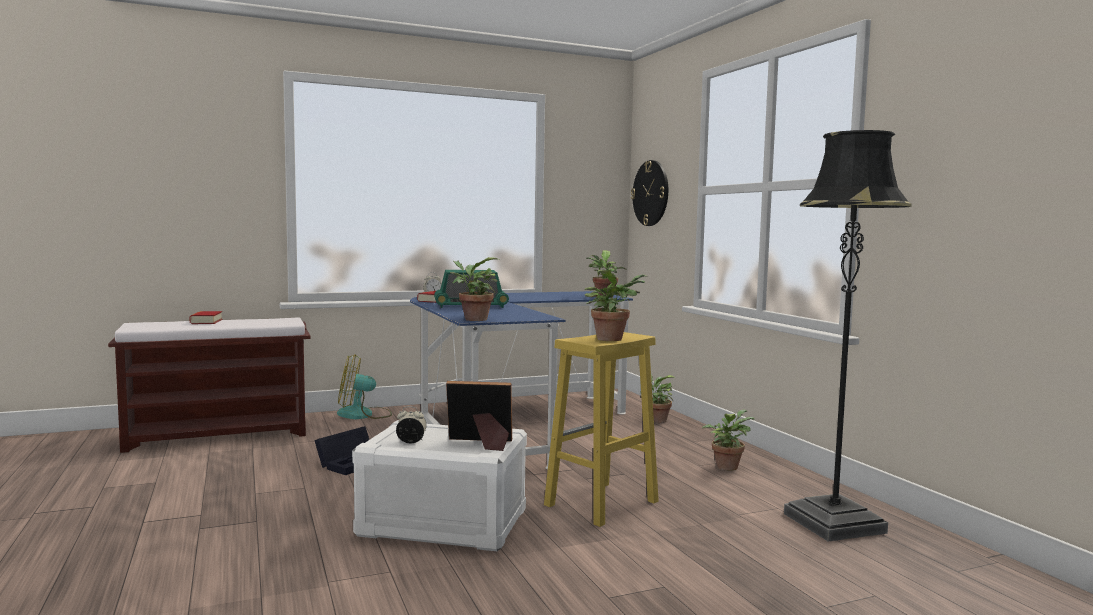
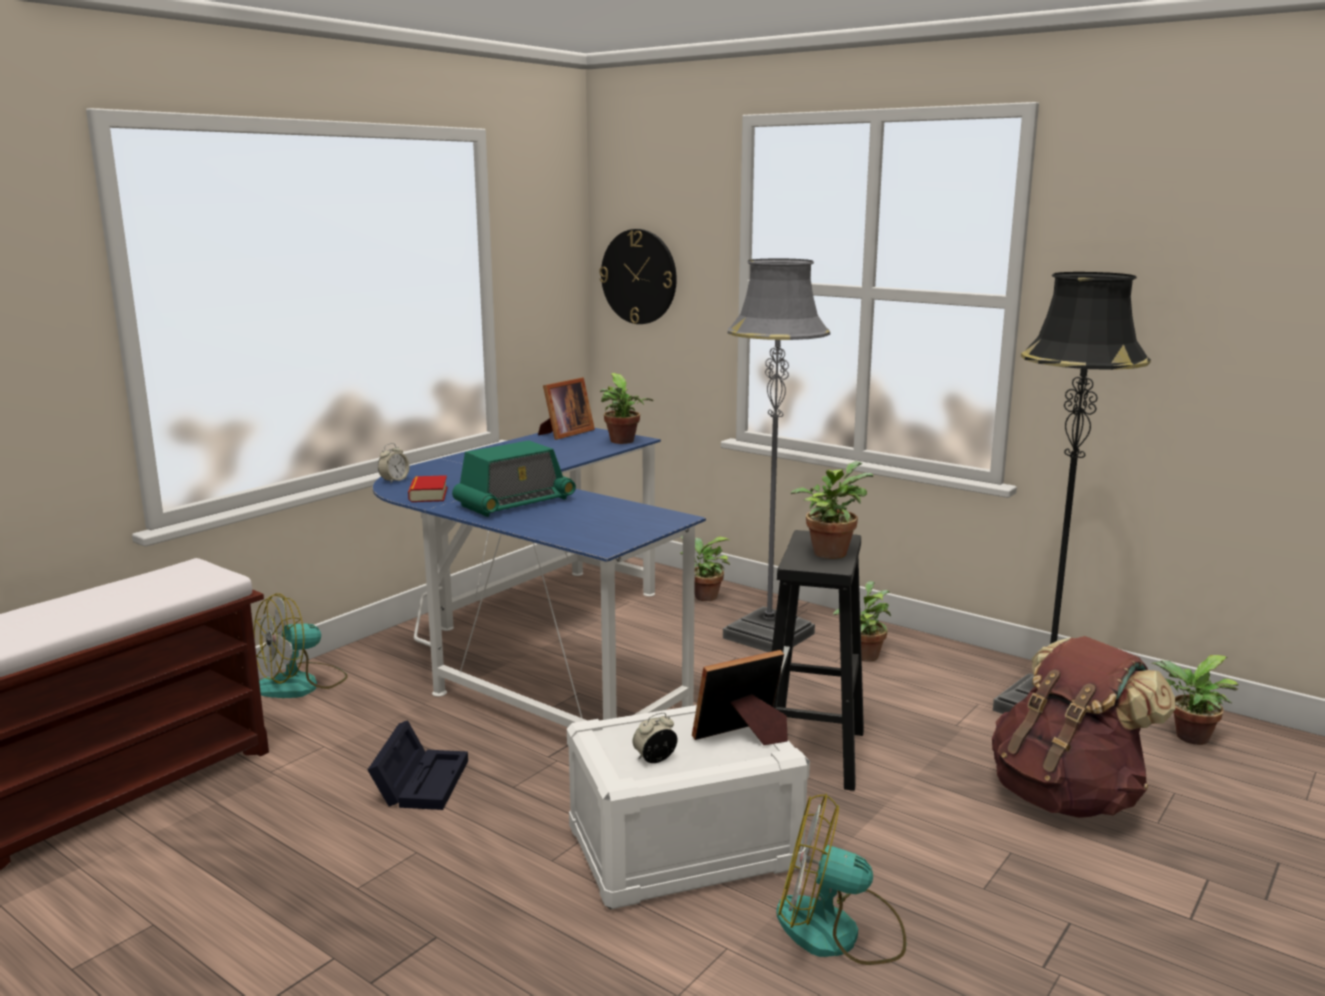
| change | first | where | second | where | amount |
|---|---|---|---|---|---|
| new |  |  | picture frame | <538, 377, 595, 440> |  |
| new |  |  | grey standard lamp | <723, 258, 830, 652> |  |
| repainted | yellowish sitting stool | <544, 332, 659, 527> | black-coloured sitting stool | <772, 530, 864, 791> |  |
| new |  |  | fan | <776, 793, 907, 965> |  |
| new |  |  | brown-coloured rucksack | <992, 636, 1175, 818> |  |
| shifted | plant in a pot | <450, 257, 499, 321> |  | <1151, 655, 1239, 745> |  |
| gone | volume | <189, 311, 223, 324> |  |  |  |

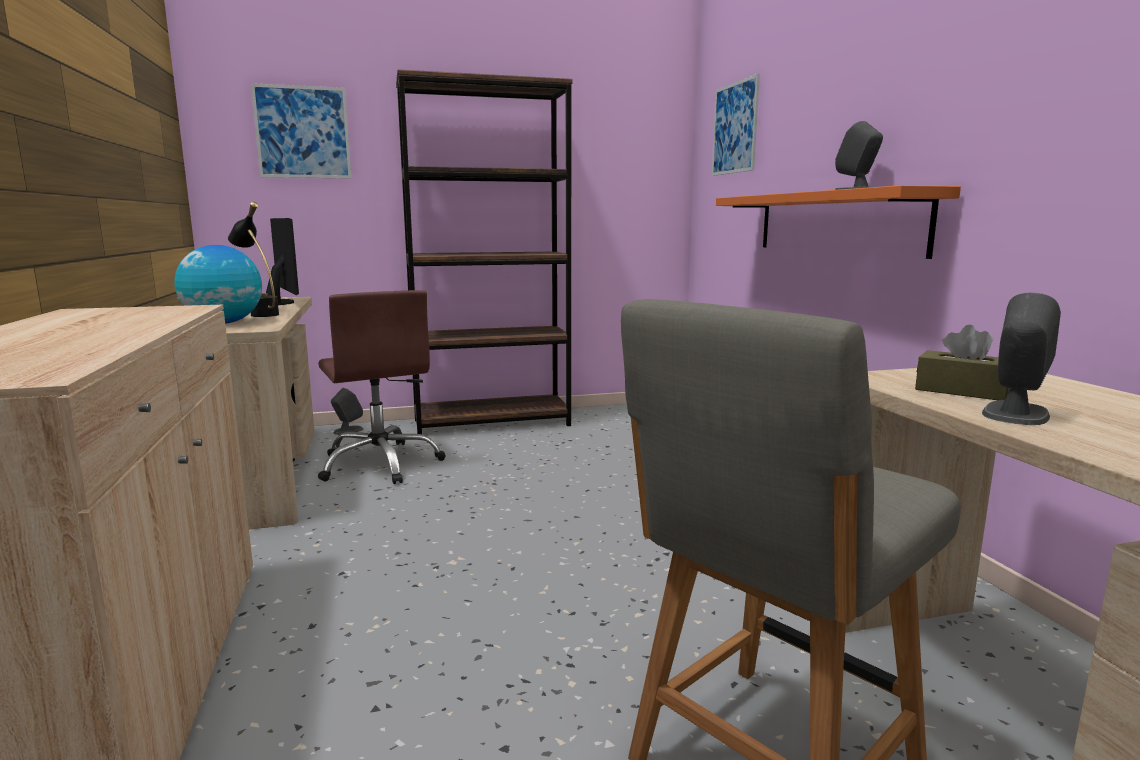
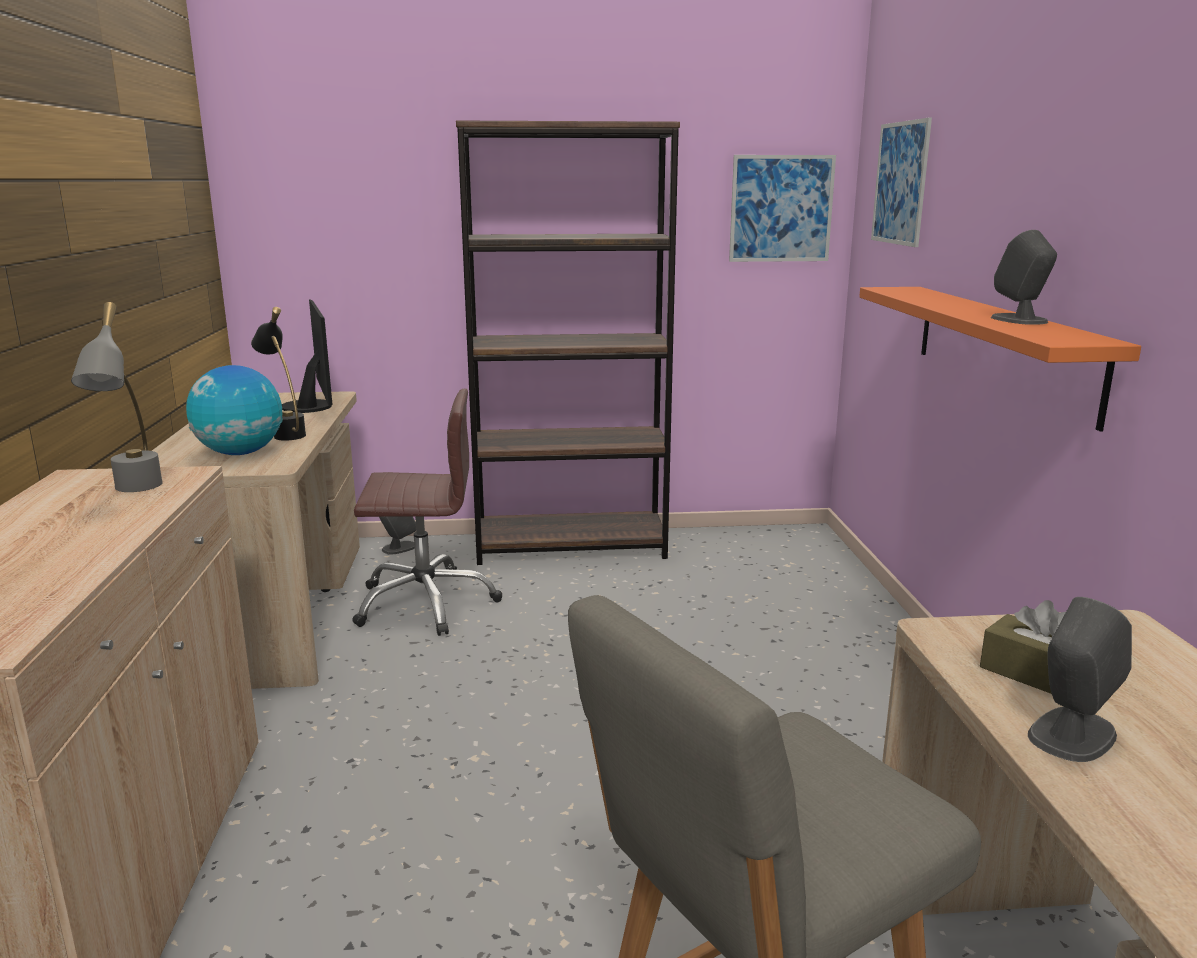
| change | first | where | second | where | amount |
|---|---|---|---|---|---|
| new |  |  | grey lamp for a table | <71, 302, 163, 492> |  |
| rotated | brown-coloured computer chair | <318, 290, 445, 484> |  | <352, 389, 502, 636> | 75 degrees counterclockwise |
| shifted | picture | <251, 83, 352, 179> |  | <729, 155, 836, 262> |  |

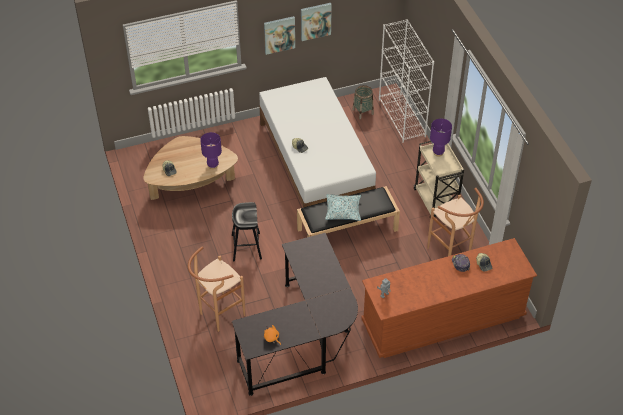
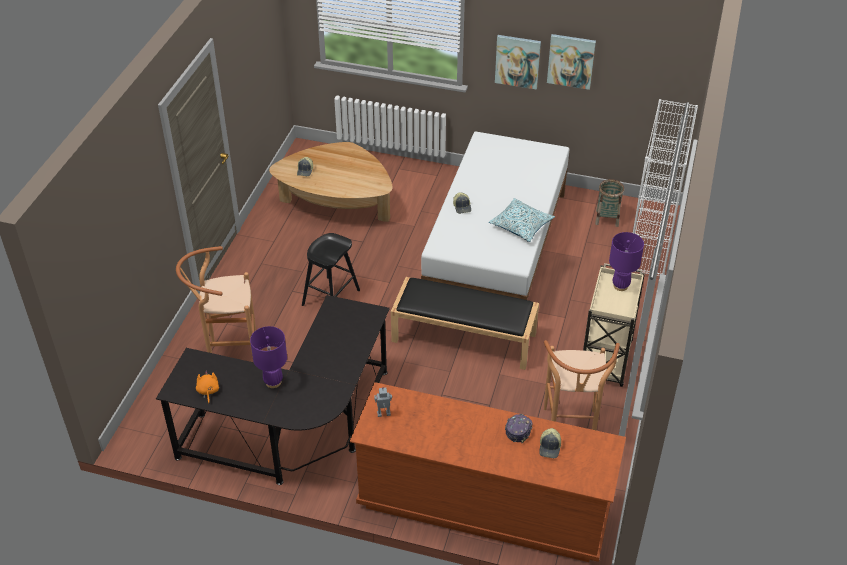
| change | first | where | second | where | amount |
|---|---|---|---|---|---|
| shifted | purplish lamp for a table | <200, 132, 222, 169> |  | <250, 326, 287, 388> |  |
| shifted | pillow | <325, 194, 361, 221> |  | <489, 198, 555, 242> |  |

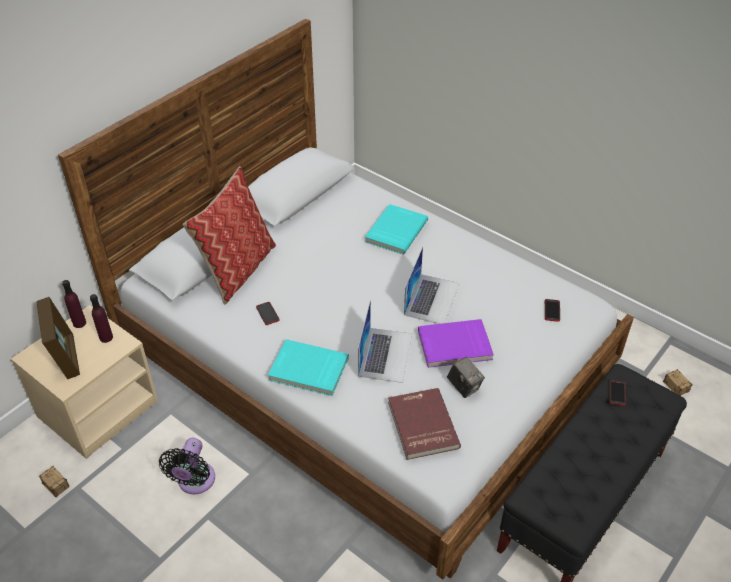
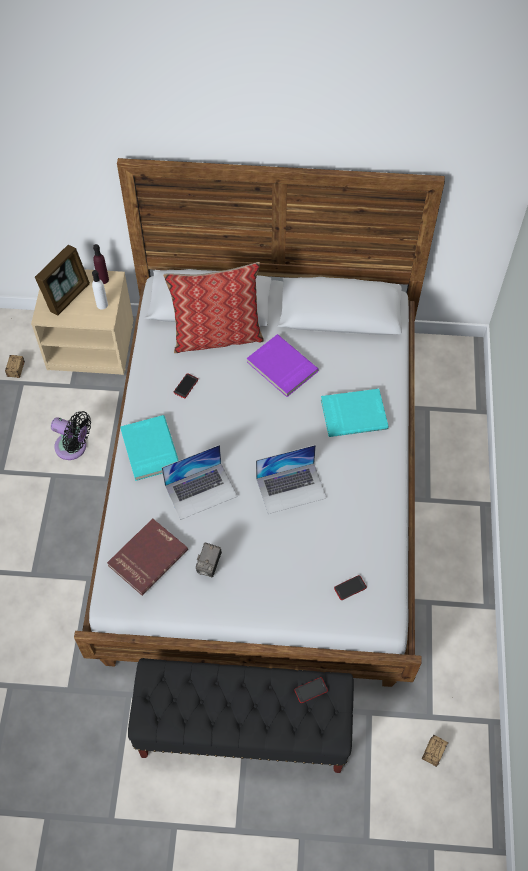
| change | first | where | second | where | amount |
|---|---|---|---|---|---|
| rotated | black-coloured fan | <159, 438, 215, 494> |  | <51, 411, 91, 460> | 135 degrees counterclockwise |
| repainted | purplish bottle | <90, 294, 113, 343> | whitish bottle | <92, 270, 108, 309> |  |
| shifted | purplish volume | <418, 319, 494, 368> |  | <247, 334, 319, 397> |  |

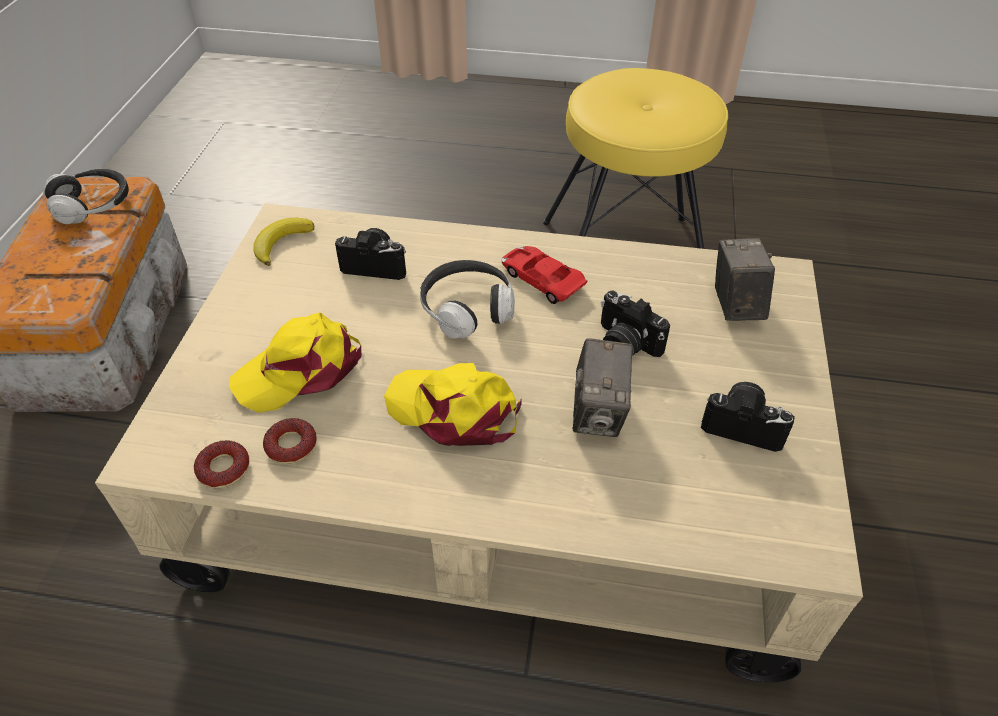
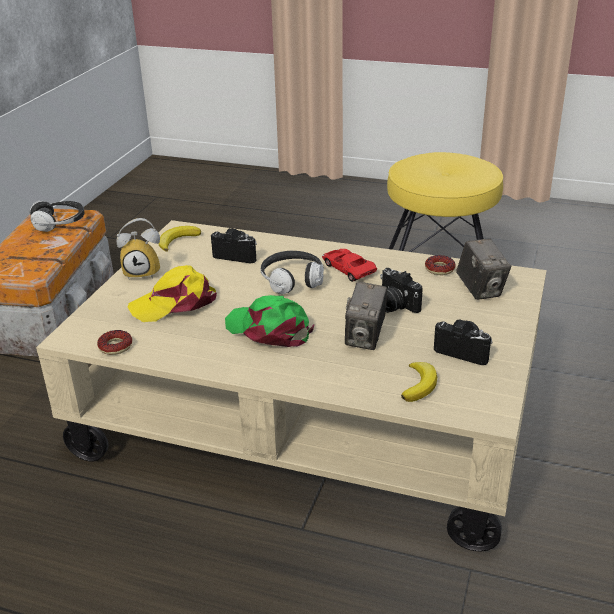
| change | first | where | second | where | amount |
|---|---|---|---|---|---|
| new |  |  | alarm clock | <116, 218, 160, 279> |  |
| repainted | yellowish peaked cap | <384, 363, 522, 446> | green peaked cap | <225, 295, 314, 347> |  |
| new |  |  | banana fruit | <401, 362, 437, 402> |  |
| shifted | donut | <263, 418, 317, 464> |  | <425, 255, 455, 275> |  |
| rotated | still camera | <715, 238, 775, 321> |  | <456, 238, 511, 300> | 150 degrees clockwise |

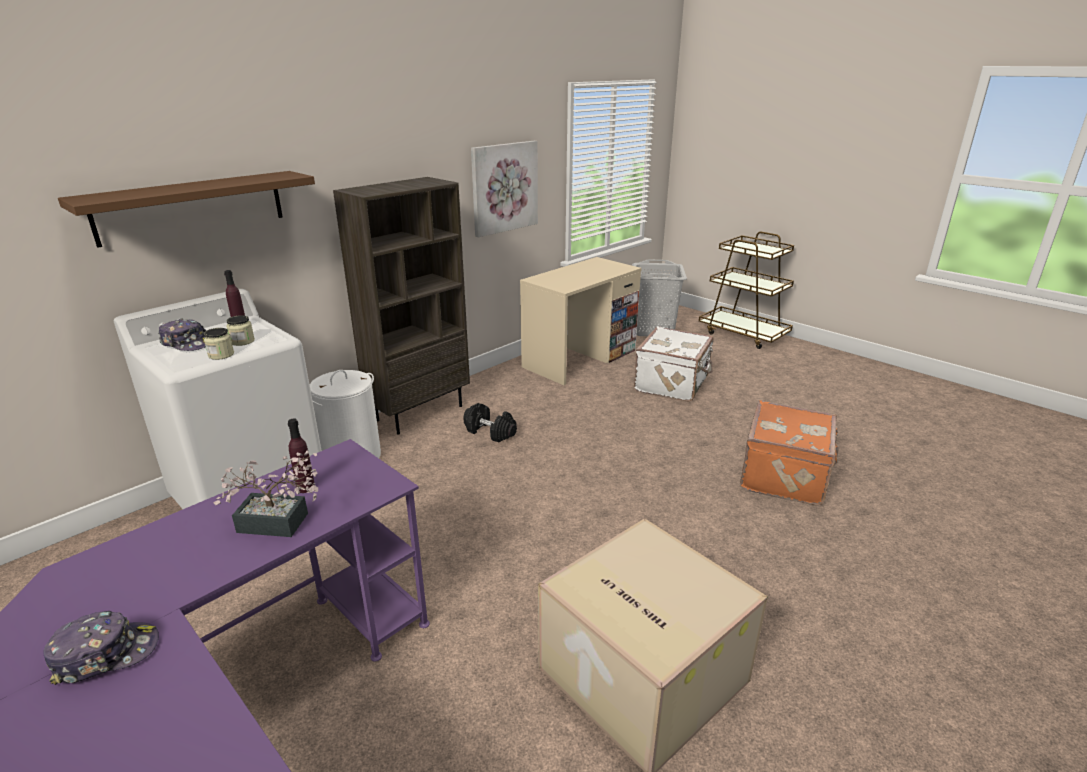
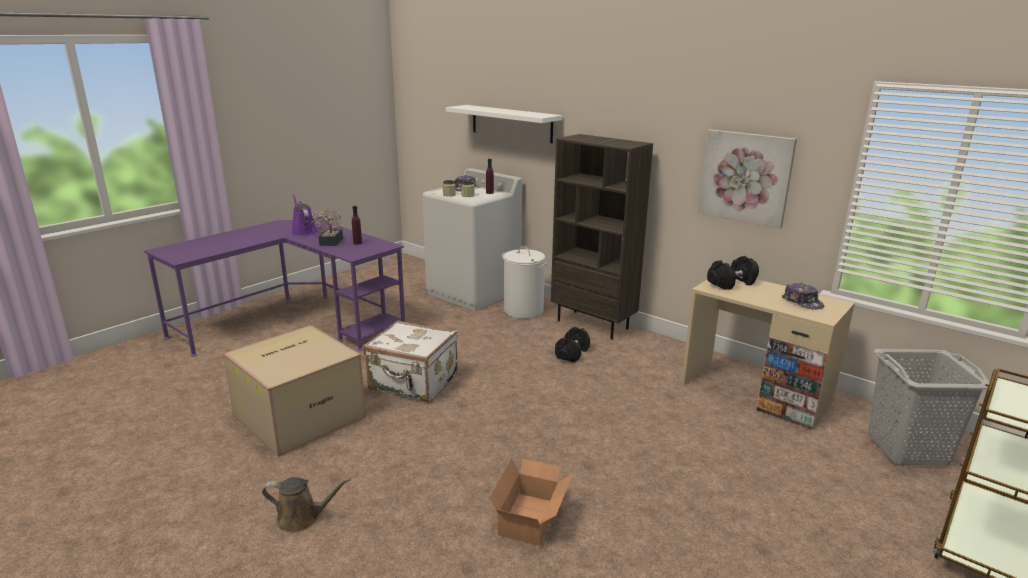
| change | first | where | second | where | amount |
|---|---|---|---|---|---|
| new |  |  | brown-coloured watering can | <262, 477, 351, 533> |  |
| new |  |  | purplish watering can | <291, 194, 317, 236> |  |
| shifted | whitish travel case | <634, 326, 713, 402> |  | <363, 320, 458, 402> |  |
| repainted | brown-coloured bracket shelf | <58, 171, 315, 248> | whitish bracket shelf | <446, 105, 562, 143> |  |
| swapped | orange-coloured travel case | <740, 400, 838, 506> | packing box | <490, 457, 573, 546> |  |
| new |  |  | black-coloured hand weight | <707, 256, 759, 290> |  |
| shifted | peaked cap | <43, 611, 159, 685> |  | <782, 283, 824, 310> |  |

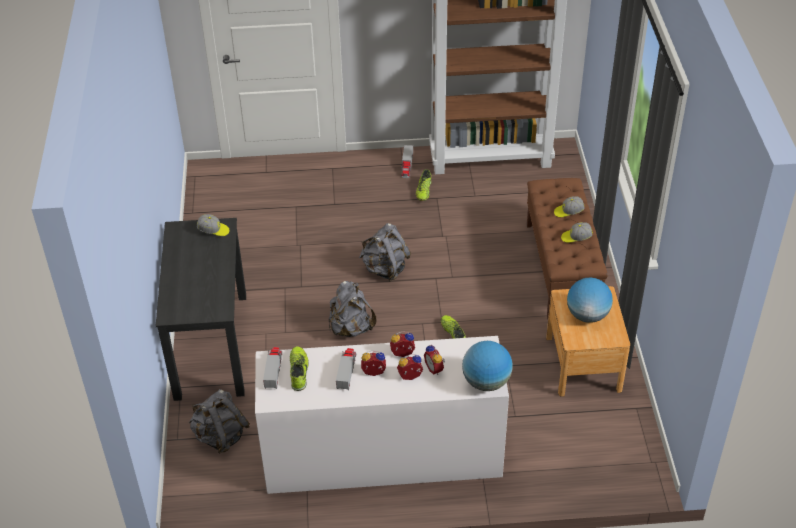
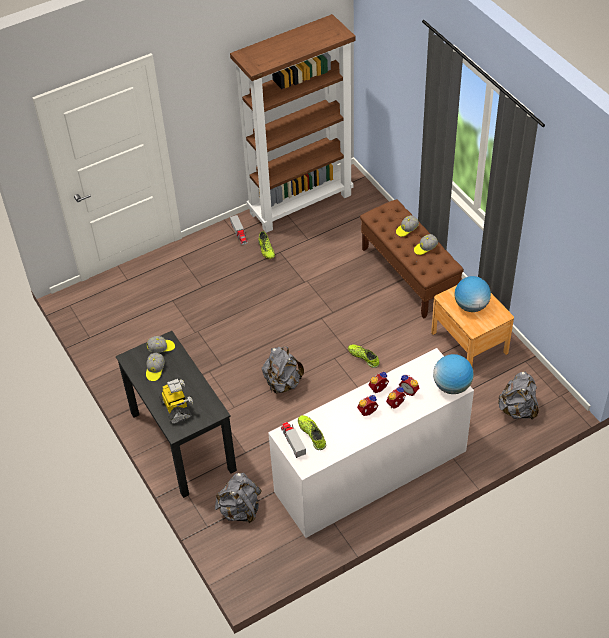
| change | first | where | second | where | amount |
|---|---|---|---|---|---|
| new |  |  | peaked cap | <146, 353, 165, 381> |  |
| new |  |  | model robot | <159, 379, 193, 424> |  |
| shifted | grey rucksack | <359, 223, 411, 281> |  | <498, 372, 539, 419> |  |
| gone | toy truck | <336, 348, 356, 390> |  |  |  |

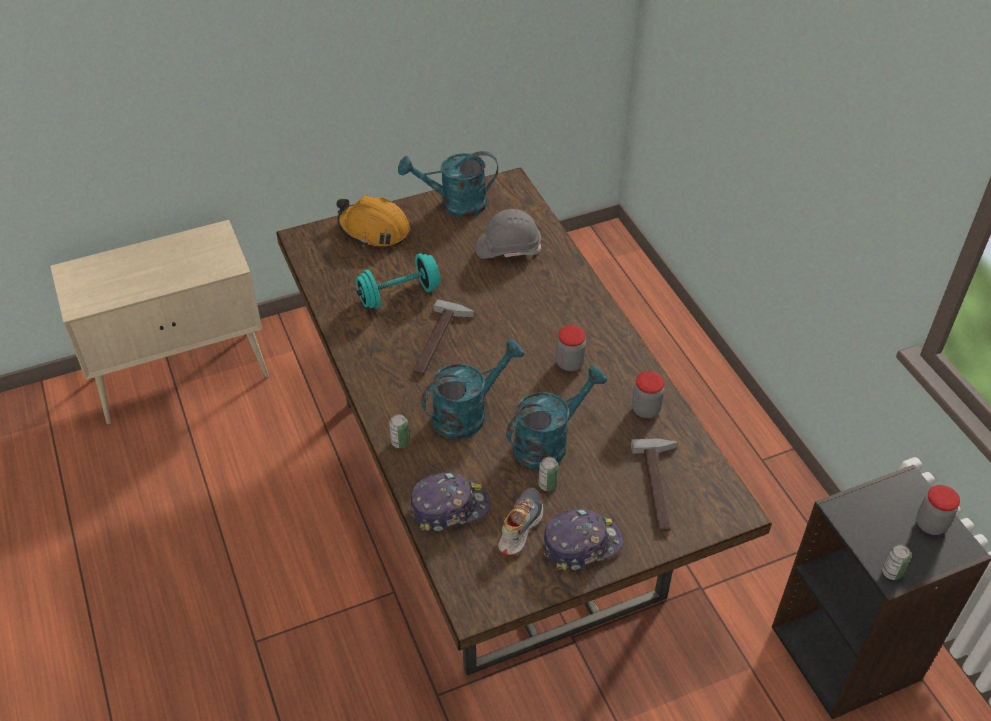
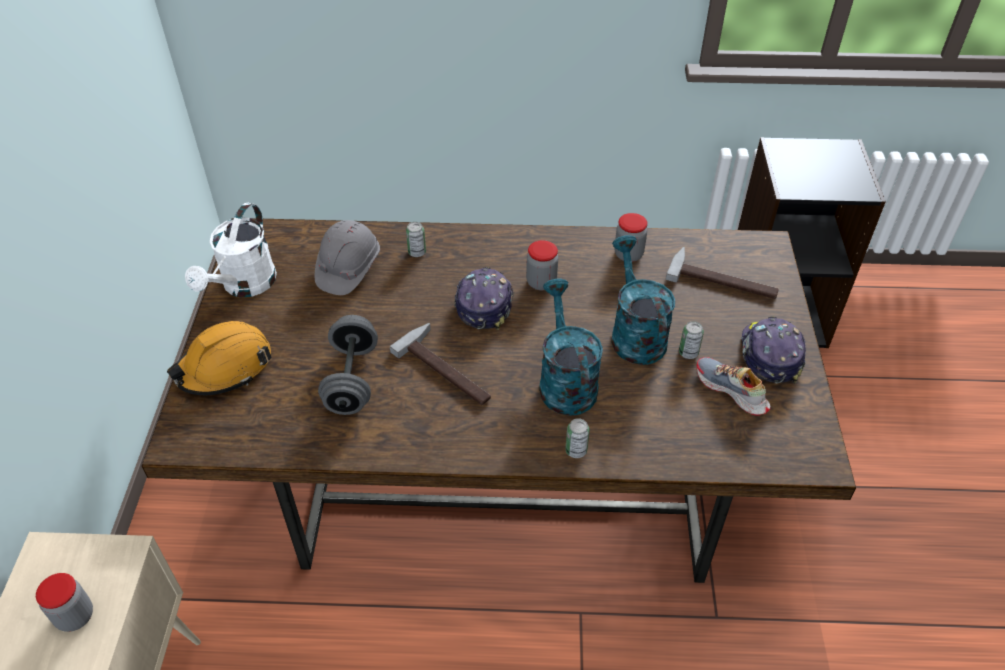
| change | first | where | second | where | amount |
|---|---|---|---|---|---|
| shifted | preserve jar | <916, 485, 960, 535> |  | <36, 573, 93, 632> |  |
| repainted | blue-green watering can | <398, 151, 498, 217> | whitish watering can | <185, 203, 277, 297> |  |
| repainted | blue-green hand weight | <356, 253, 440, 309> | grey hand weight | <318, 315, 378, 415> |  |
| shifted | metal can | <882, 544, 911, 580> |  | <406, 222, 426, 257> |  |
| shifted | peaked cap | <410, 472, 491, 531> |  | <454, 267, 514, 330> |  |

